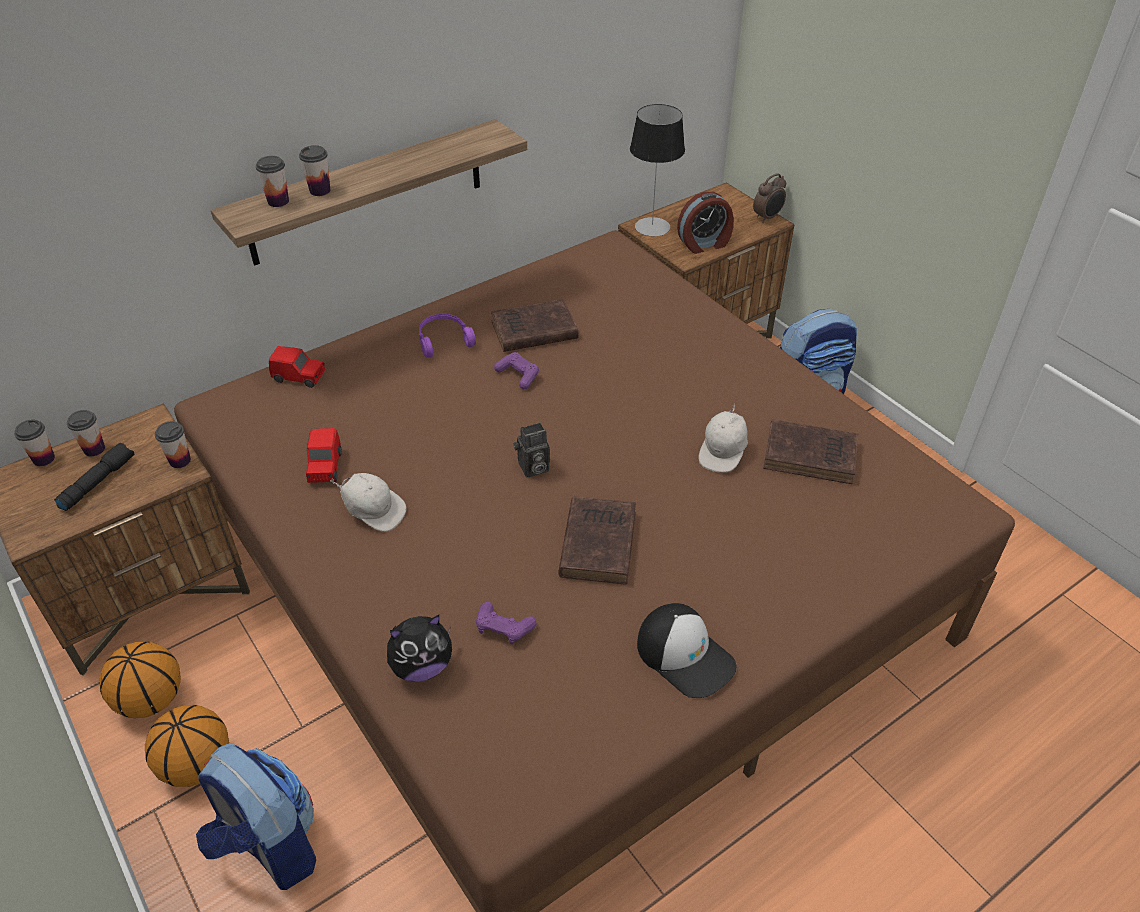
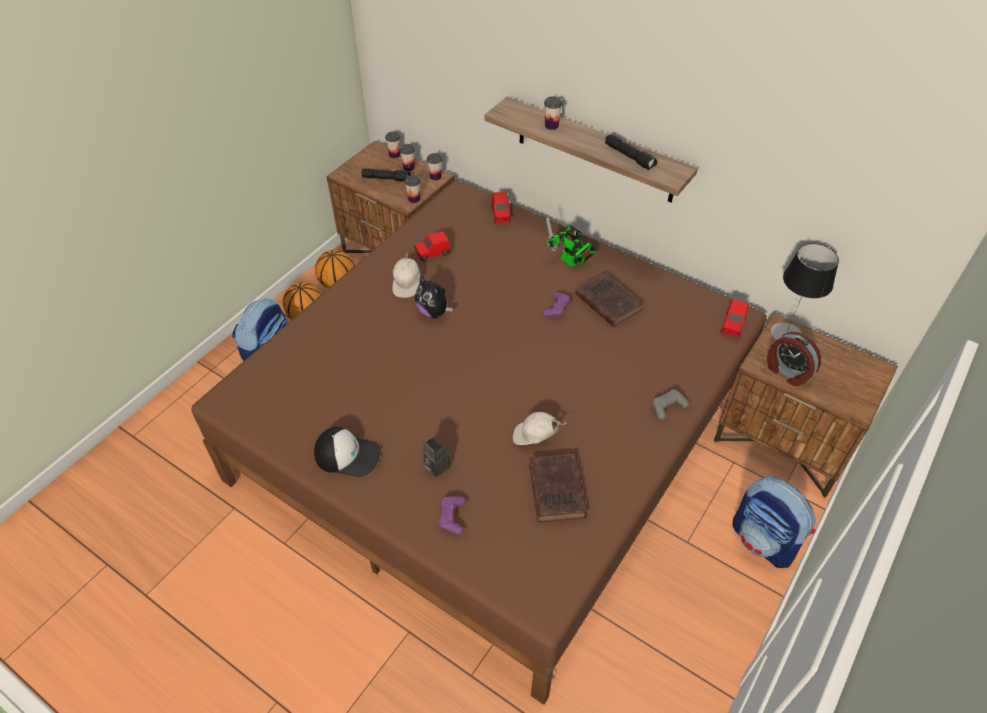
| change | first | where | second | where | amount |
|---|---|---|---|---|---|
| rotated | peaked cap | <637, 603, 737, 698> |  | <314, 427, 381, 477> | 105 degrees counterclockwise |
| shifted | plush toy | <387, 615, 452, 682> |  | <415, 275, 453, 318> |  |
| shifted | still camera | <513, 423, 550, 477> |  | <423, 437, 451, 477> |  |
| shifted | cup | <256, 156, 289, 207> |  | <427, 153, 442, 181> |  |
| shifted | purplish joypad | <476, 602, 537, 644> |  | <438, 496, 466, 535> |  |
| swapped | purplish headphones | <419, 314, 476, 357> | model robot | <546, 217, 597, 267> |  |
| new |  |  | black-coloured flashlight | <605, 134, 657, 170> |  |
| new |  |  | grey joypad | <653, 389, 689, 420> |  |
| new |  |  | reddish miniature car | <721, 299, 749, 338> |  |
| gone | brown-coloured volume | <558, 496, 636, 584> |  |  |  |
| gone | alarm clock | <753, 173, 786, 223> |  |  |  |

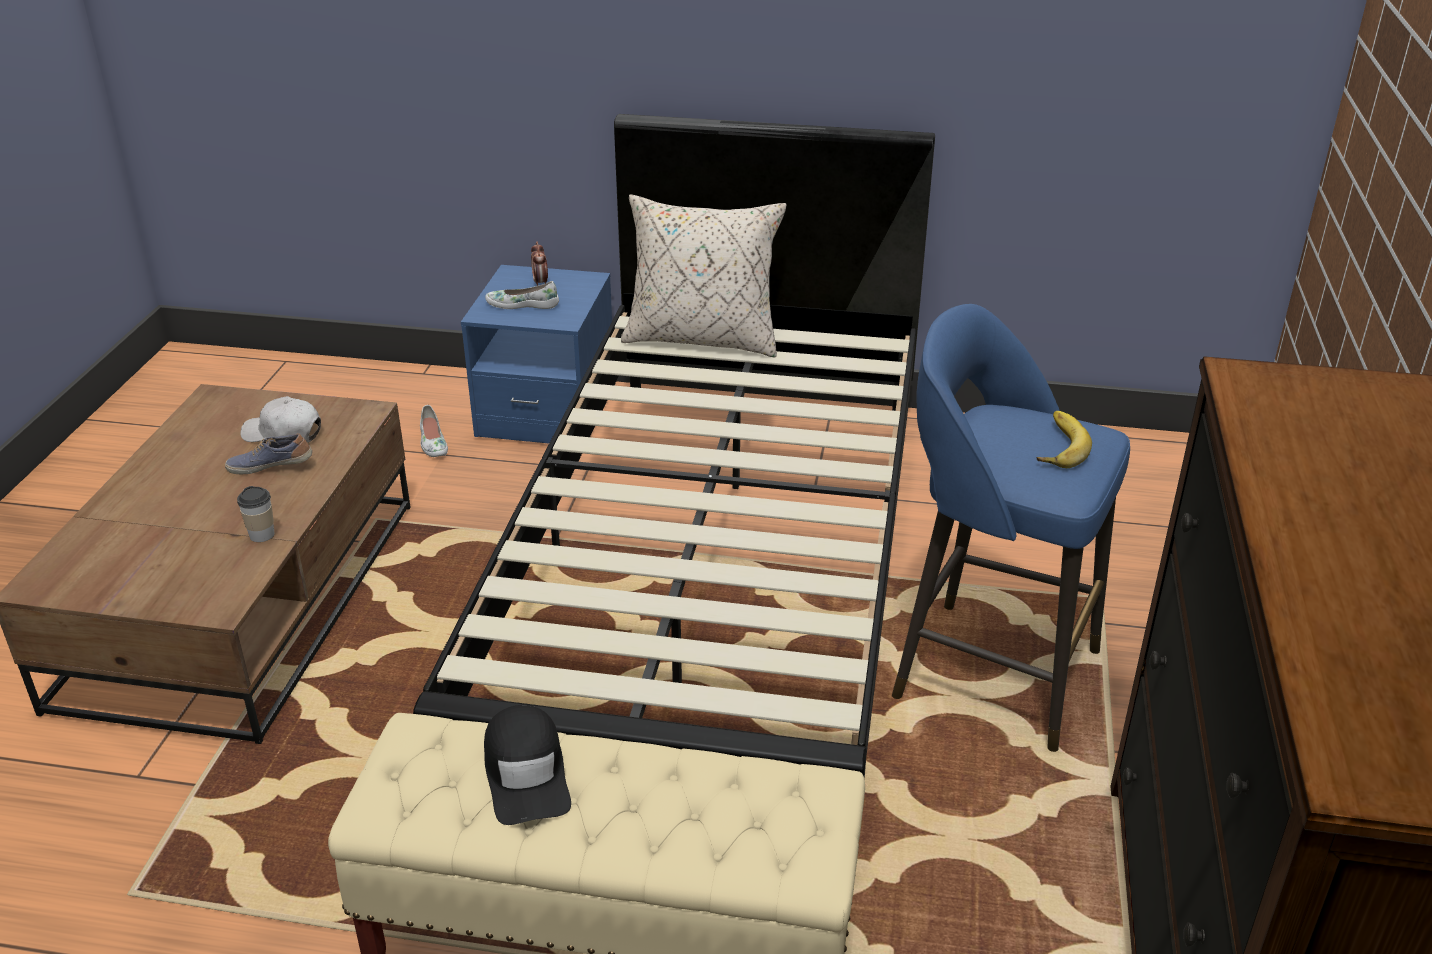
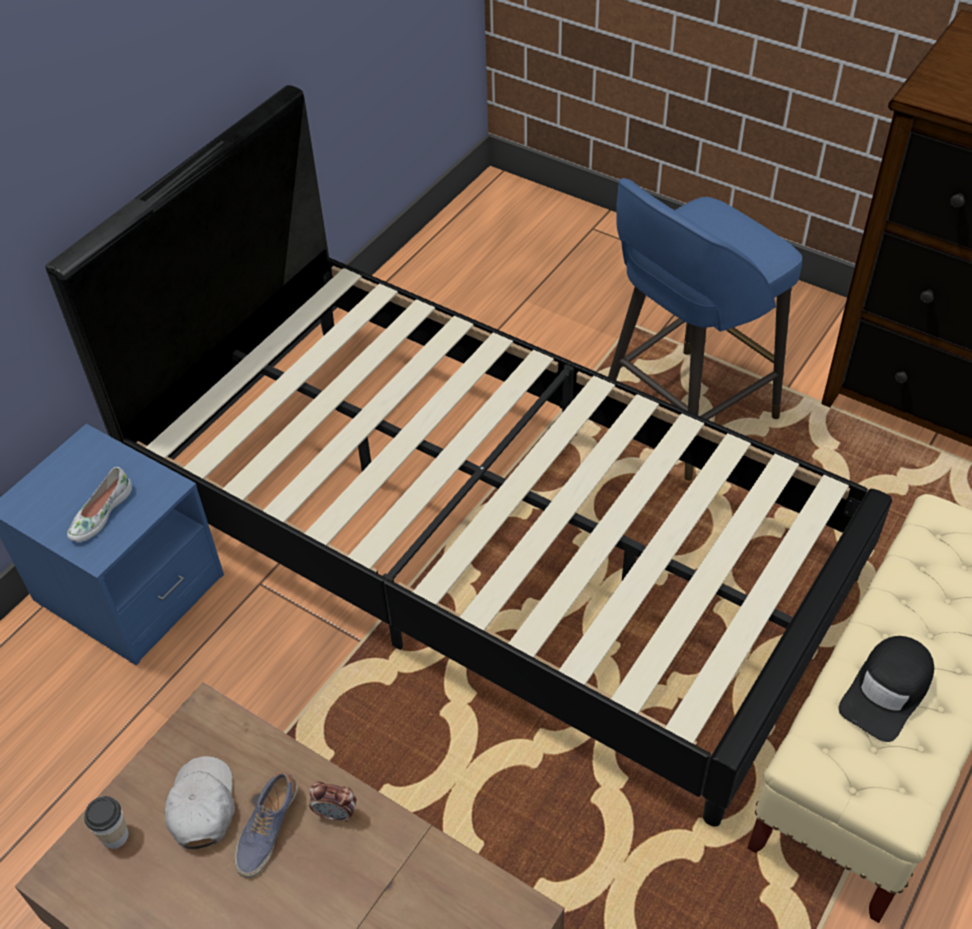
| change | first | where | second | where | amount |
|---|---|---|---|---|---|
| shifted | cup | <237, 486, 275, 542> |  | <84, 796, 129, 849> |  |
| rotated | whitish peaked cap | <240, 396, 321, 443> |  | <165, 756, 235, 849> | 135 degrees clockwise |
| shifted | alarm clock | <531, 241, 548, 286> |  | <309, 781, 356, 822> |  |
| rotated | black-coloured peaked cap | <484, 705, 571, 825> |  | <839, 636, 934, 742> | 120 degrees clockwise |
| gone | whitish low shoe | <420, 405, 448, 457> |  |  |  |
| gone | sand-coloured pillow | <621, 194, 787, 357> |  |  |  |
| gone | banana fruit | <1036, 411, 1092, 468> |  |  |  |

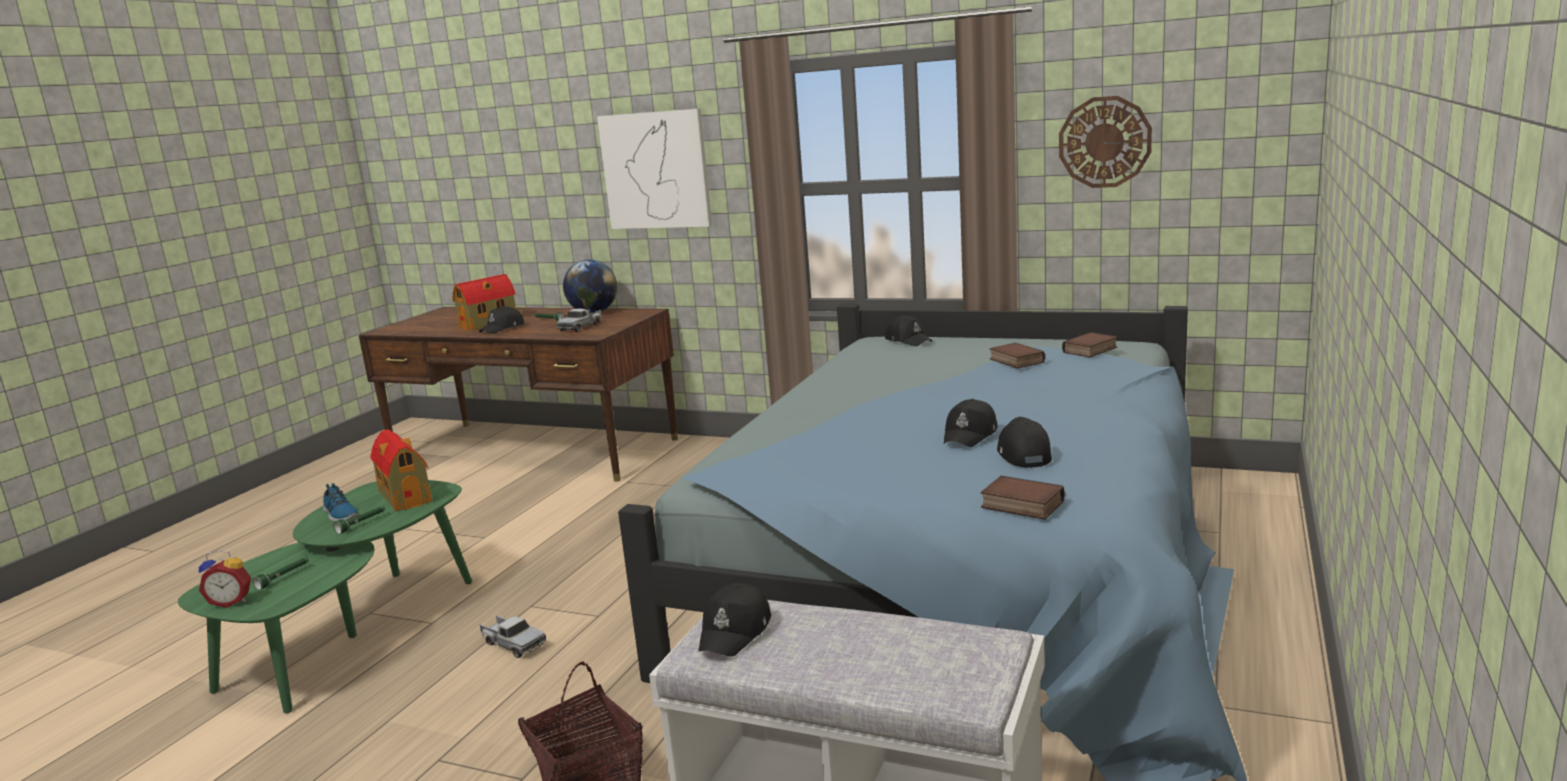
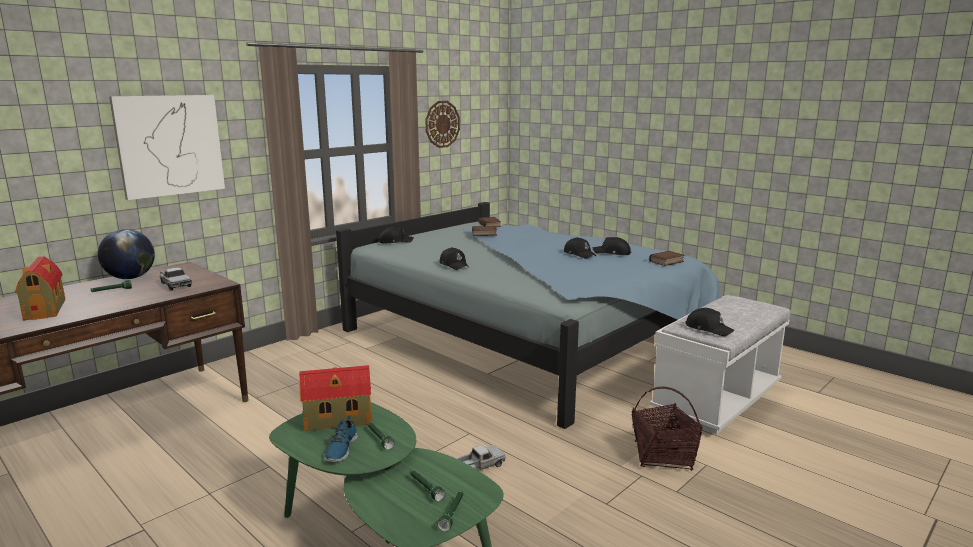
| change | first | where | second | where | amount |
|---|---|---|---|---|---|
| rotated | low shoe | <323, 483, 360, 522> |  | <325, 415, 358, 462> | 120 degrees clockwise |
| swapped | alarm clock | <199, 550, 251, 608> | green flashlight | <437, 491, 464, 532> |  |
| shifted | black-coloured peaked cap | <479, 306, 524, 334> |  | <440, 247, 469, 270> |  |

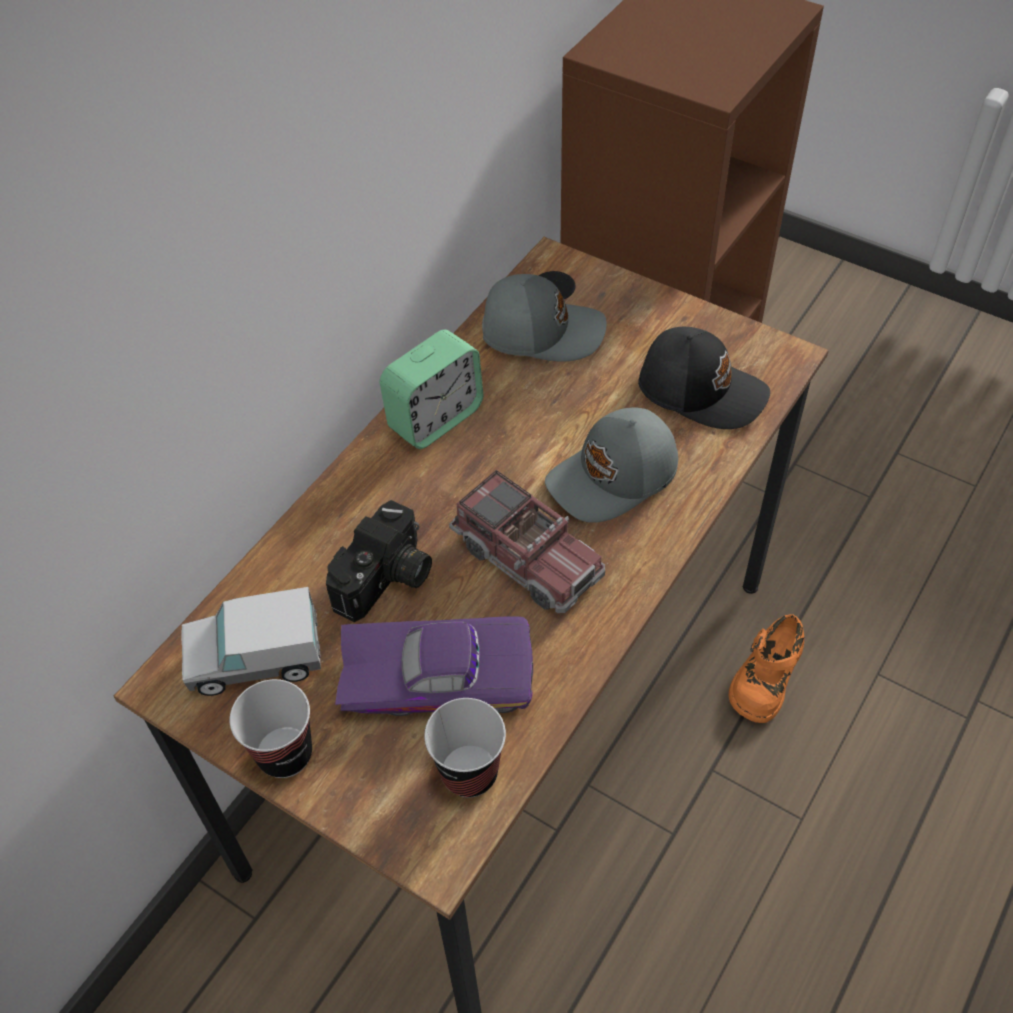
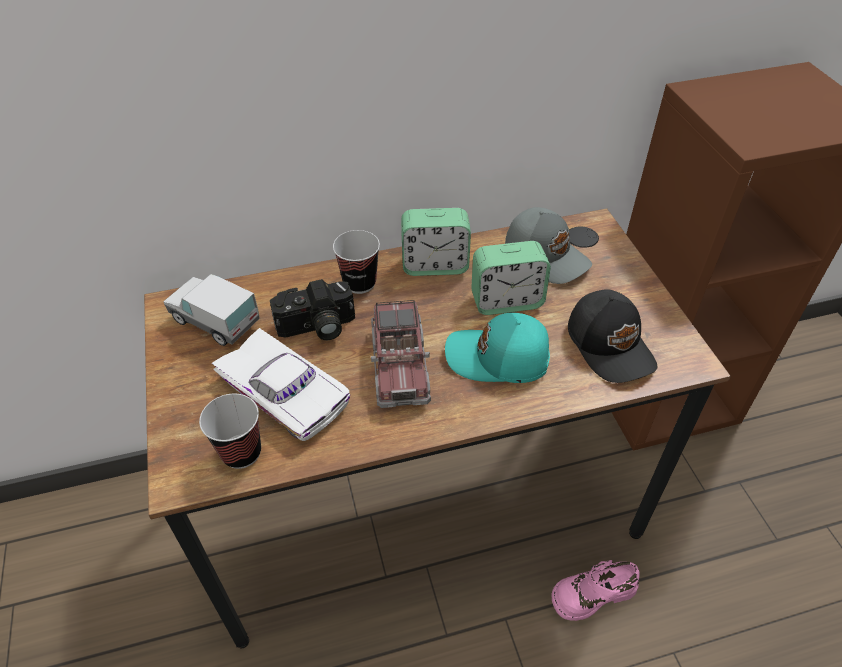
| change | first | where | second | where | amount |
|---|---|---|---|---|---|
| repainted | purplish miniature car | <335, 616, 533, 716> | whitish miniature car | <211, 328, 350, 441> |  |
| shifted | cup | <230, 679, 312, 778> |  | <333, 230, 380, 294> |  |
| repainted | grey peaked cap | <545, 407, 678, 523> | blue-green peaked cap | <445, 313, 550, 383> |  |
| new |  |  | alarm clock | <471, 241, 551, 315> |  |
| repainted | orange-coloured low shoe | <729, 614, 804, 723> | pinkish low shoe | <552, 560, 640, 621> |  |

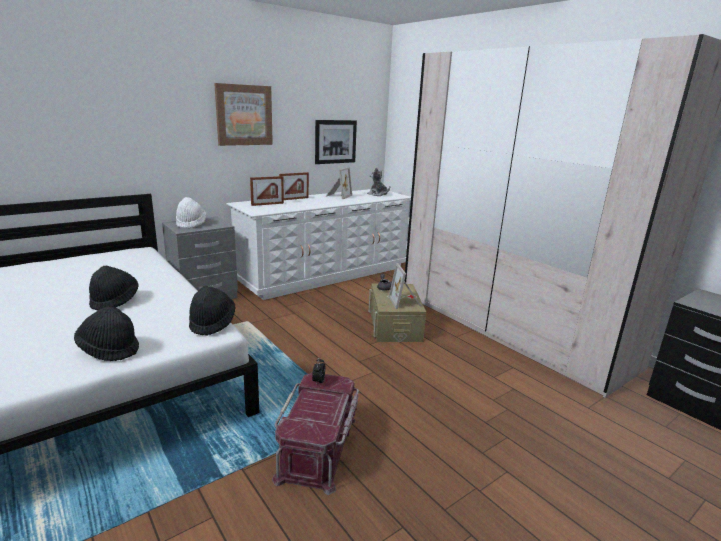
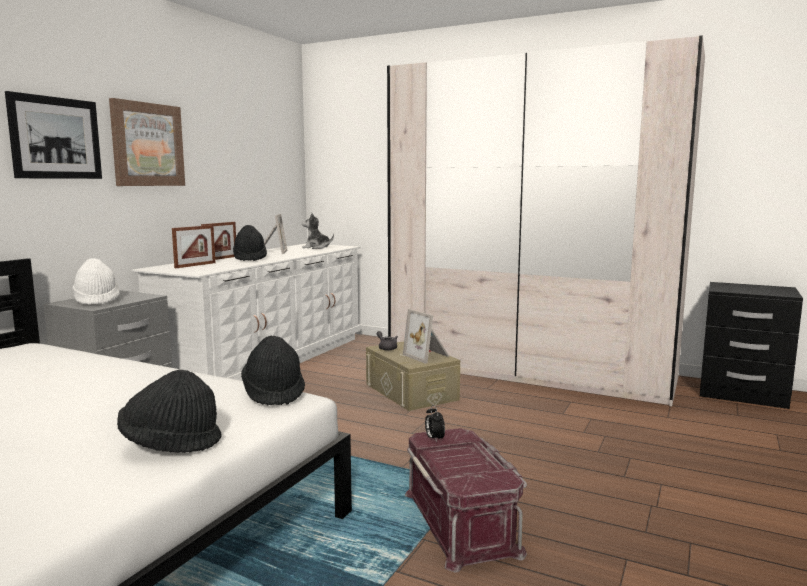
| change | first | where | second | where | amount |
|---|---|---|---|---|---|
| shifted | picture | <315, 120, 357, 164> |  | <5, 91, 102, 179> |  |
| shifted | black-coloured clothing hat | <89, 266, 139, 311> |  | <233, 225, 267, 261> |  |

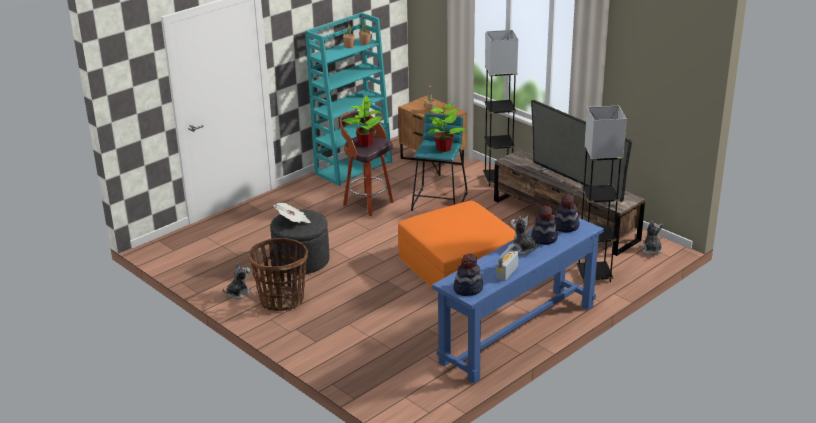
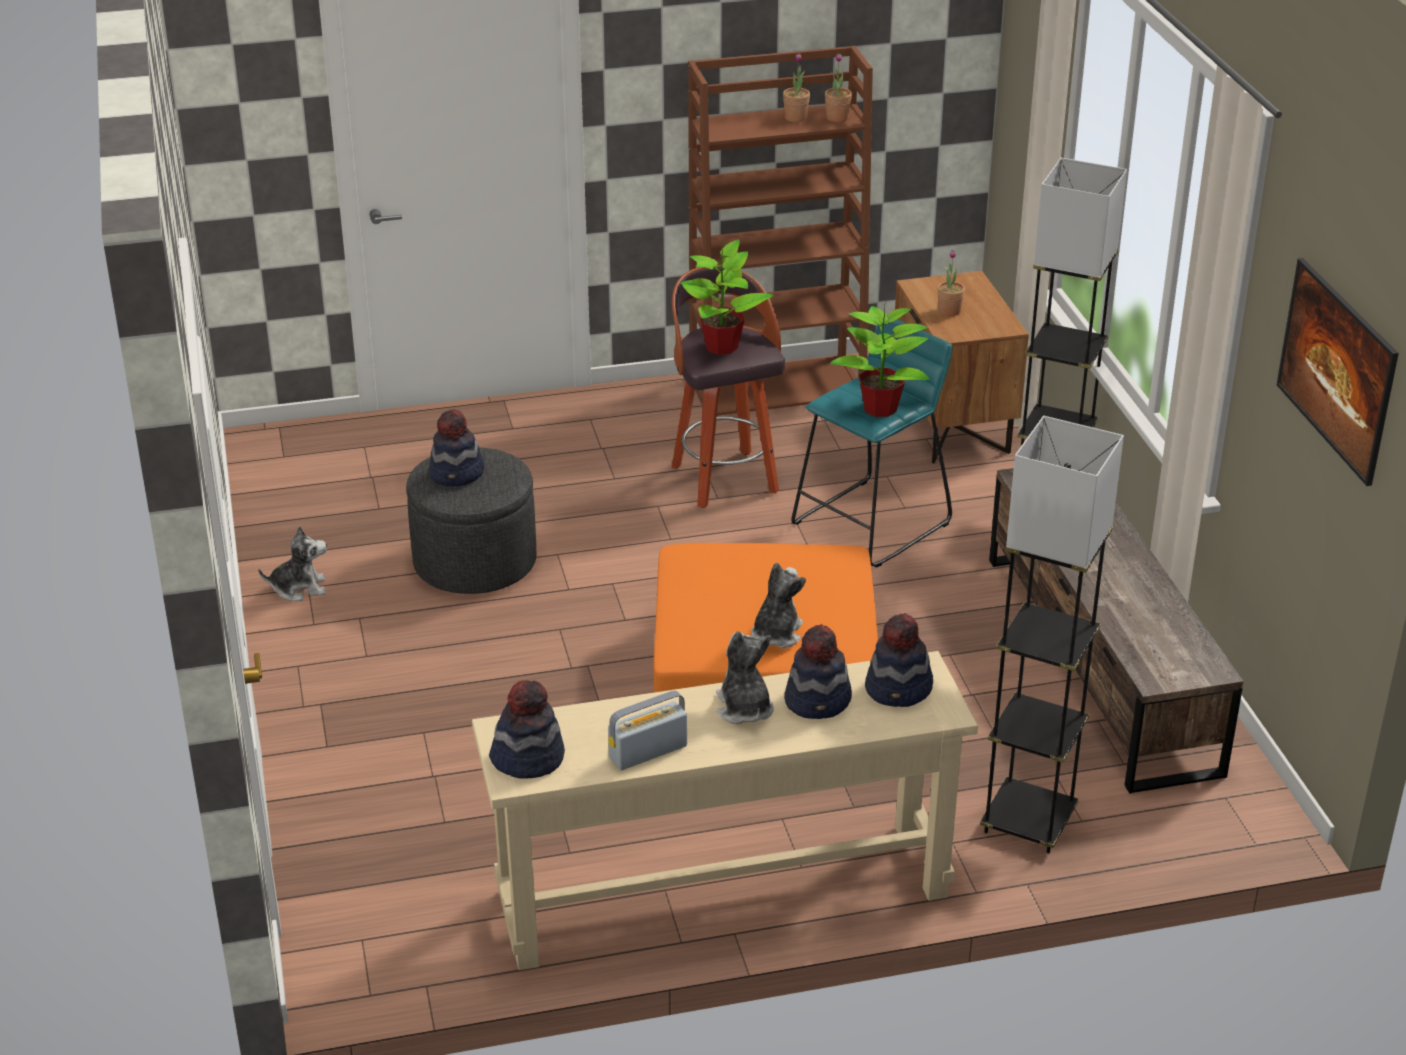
| change | first | where | second | where | amount |
|---|---|---|---|---|---|
| swapped | newspaper | <273, 203, 311, 223> | clothing hat | <429, 409, 484, 486> |  |
| repainted | bluish hall table | <432, 217, 604, 384> | sand-coloured hall table | <472, 651, 978, 970> |  |
| repainted | blue-green shelving unit | <305, 13, 393, 186> | brown-coloured shelving unit | <688, 46, 873, 416> |  |
| shifted | plush toy | <642, 221, 663, 255> |  | <751, 562, 806, 648> |  |
| new |  |  | picture | <1277, 258, 1399, 495> |  |
| gone | household basket | <249, 238, 308, 311> |  |  |  |
| gone | TV set | <531, 100, 632, 206> |  |  |  |

